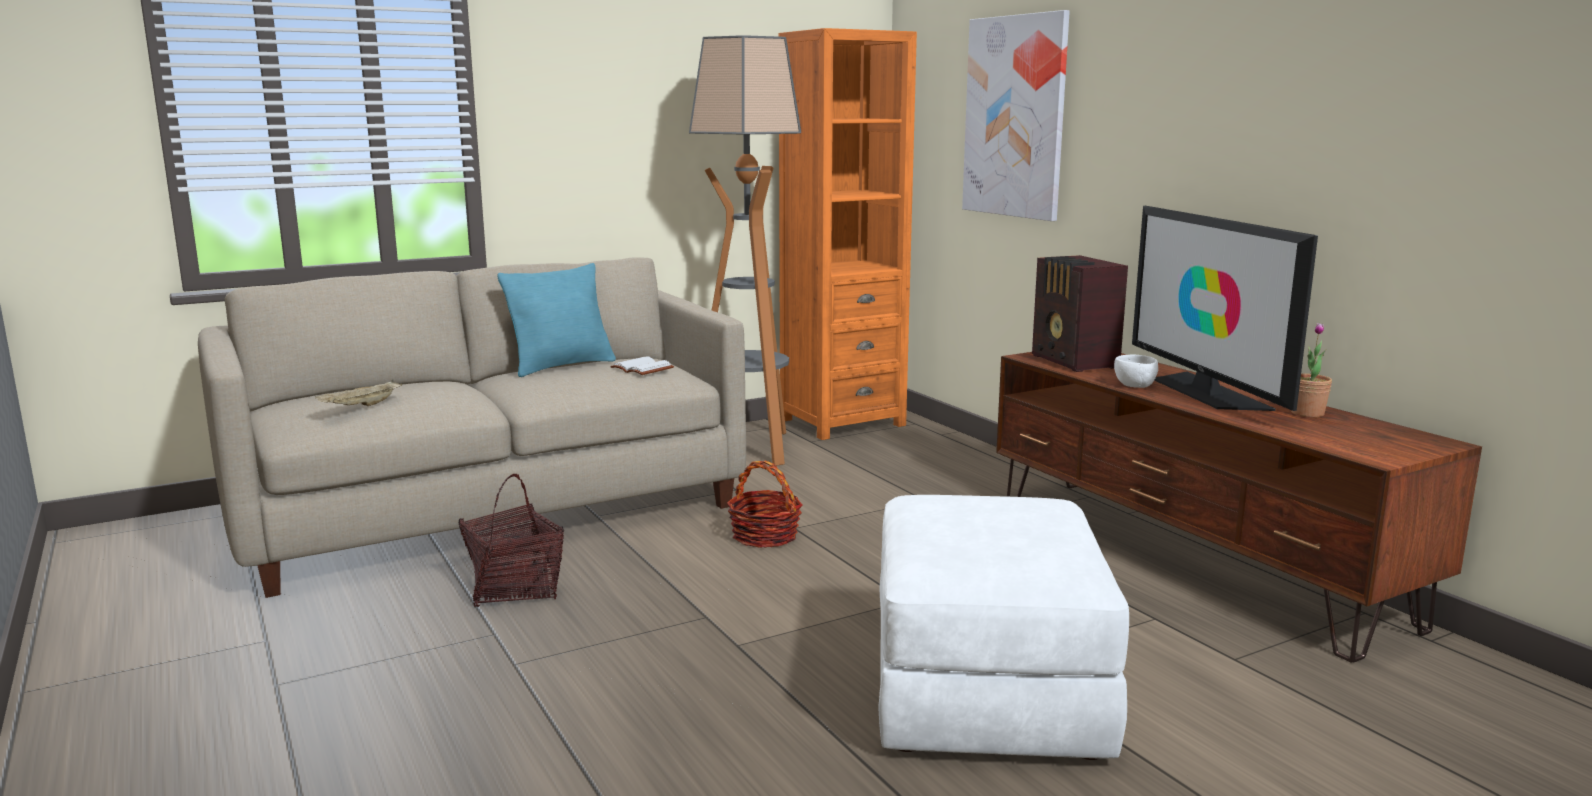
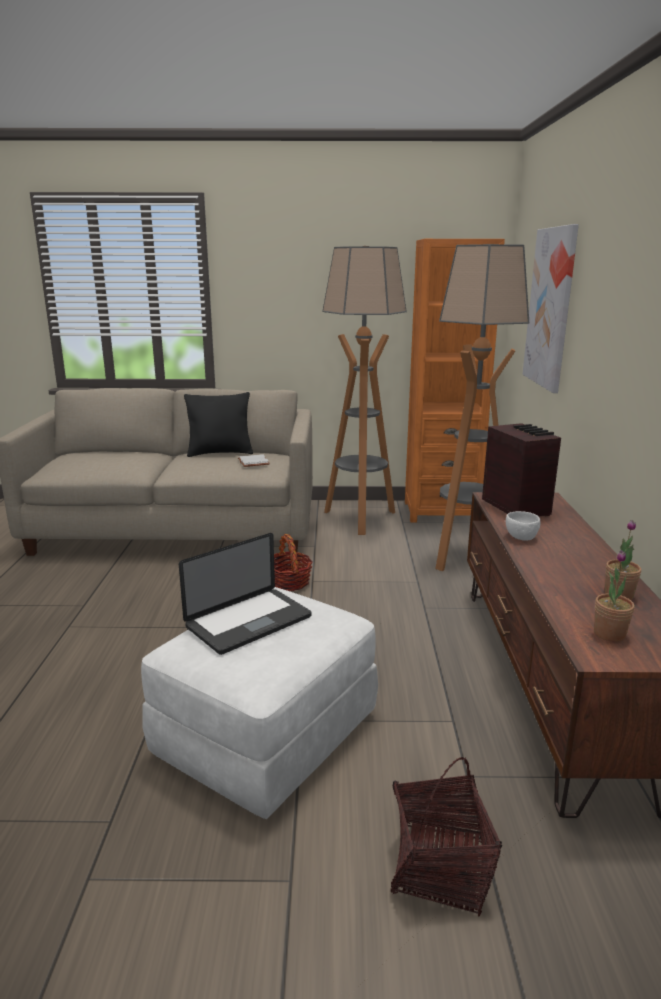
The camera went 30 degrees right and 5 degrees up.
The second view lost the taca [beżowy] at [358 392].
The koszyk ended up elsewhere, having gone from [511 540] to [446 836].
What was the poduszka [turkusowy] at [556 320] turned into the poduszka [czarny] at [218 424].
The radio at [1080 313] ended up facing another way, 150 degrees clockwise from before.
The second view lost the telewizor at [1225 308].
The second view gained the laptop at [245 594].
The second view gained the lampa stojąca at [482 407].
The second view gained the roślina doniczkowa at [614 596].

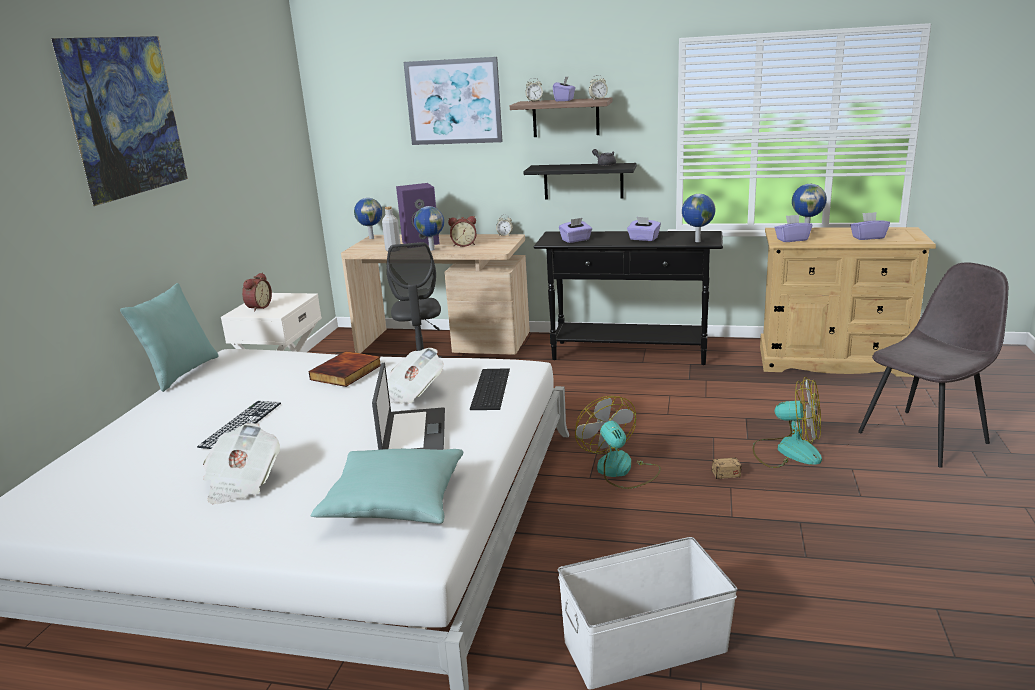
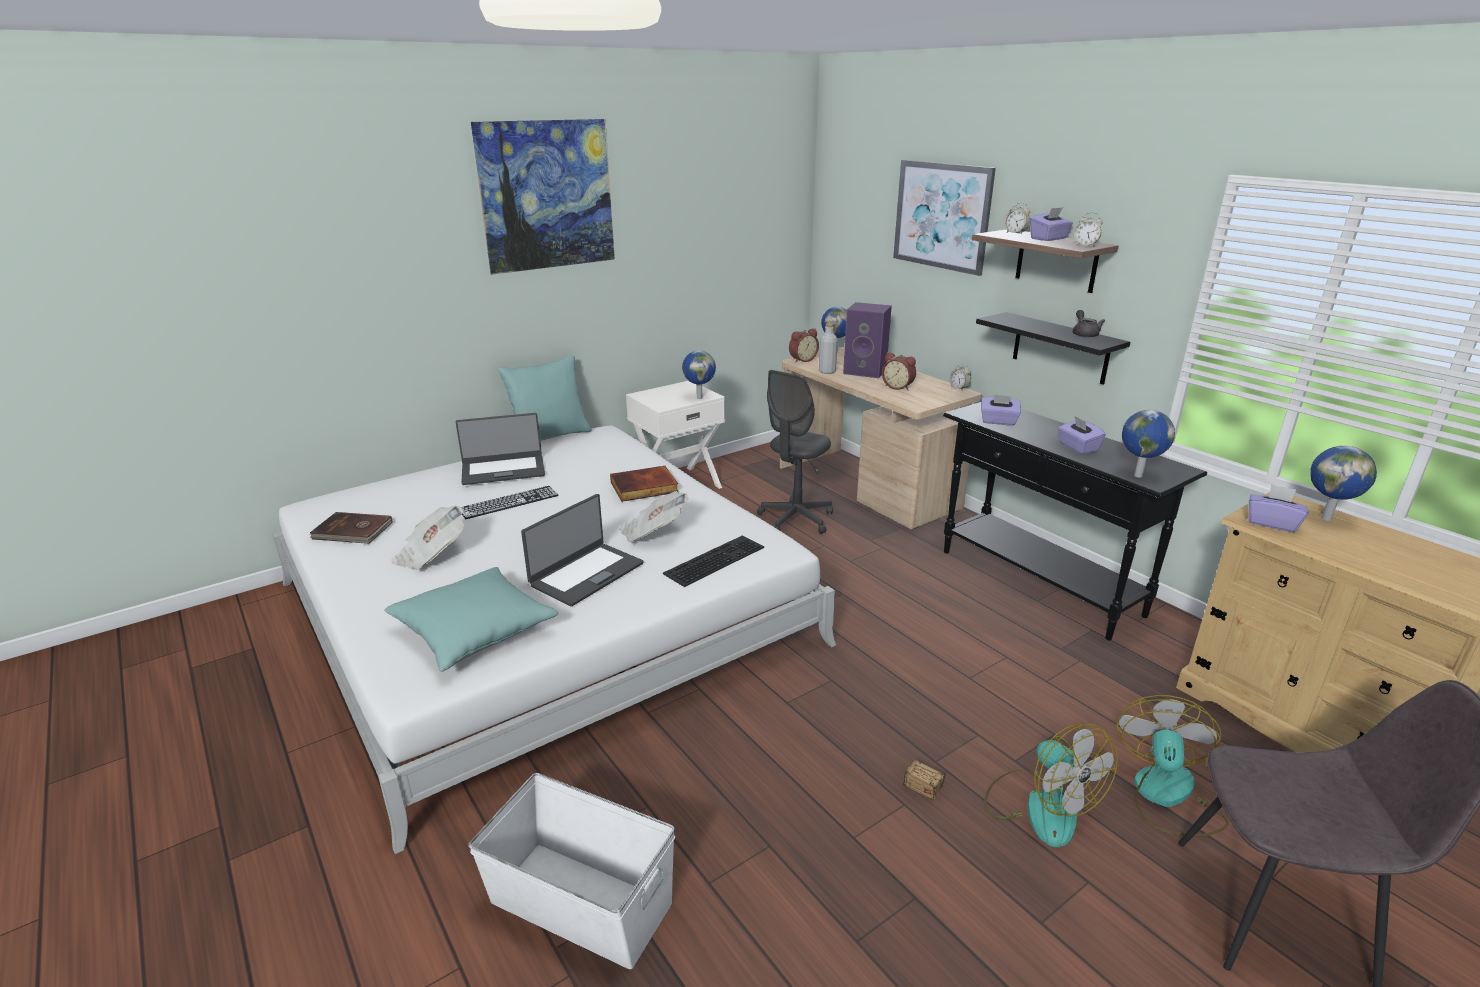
The camera went 40 degrees right and 5 degrees up.
The budzik ended up elsewhere, having gone from [257 292] to [804 345].
The globus ended up elsewhere, having gone from [429 228] to [699 374].
The wentylator ended up elsewhere, having gone from [618 442] to [1172 766].
The second view lost the pudełko chusteczek [fioletowy] at [870 226].
The second view gained the książka [brązowy] at [351 528].
The second view gained the laptop at [500 449].

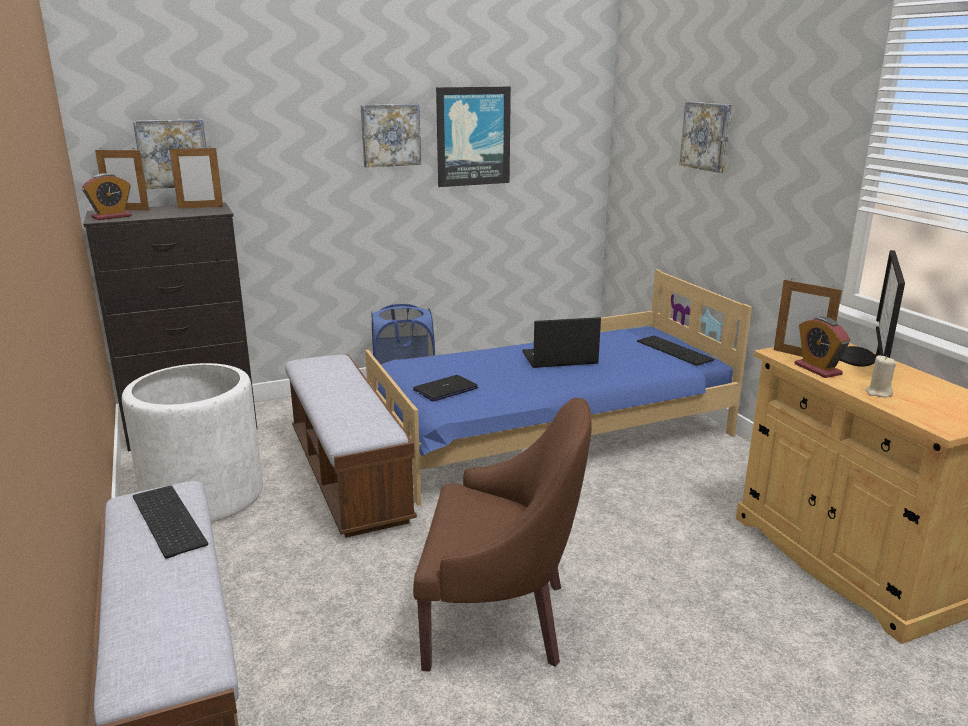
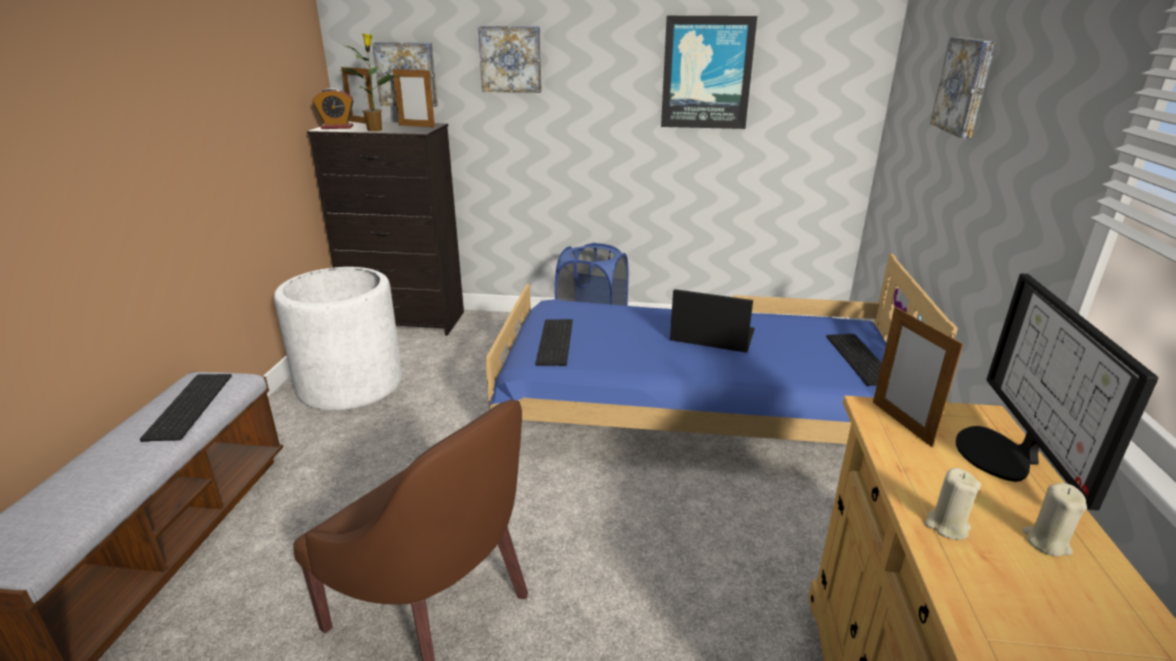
The camera went 30 degrees right and 5 degrees up.
The second view lost the ławka at [351 446].
The obraz ended up elsewhere, having gone from [390 136] to [510 59].
Where the laptop stood at [445 388], the klawiatura came to stand at [554 342].
The second view lost the budzik at [822 347].
The monitor at [872 308] ended up facing another way, 45 degrees counterclockwise from before.
The second view gained the roślina doniczkowa at [369 82].
The second view gained the świeca [beżowy] at [1055 520].

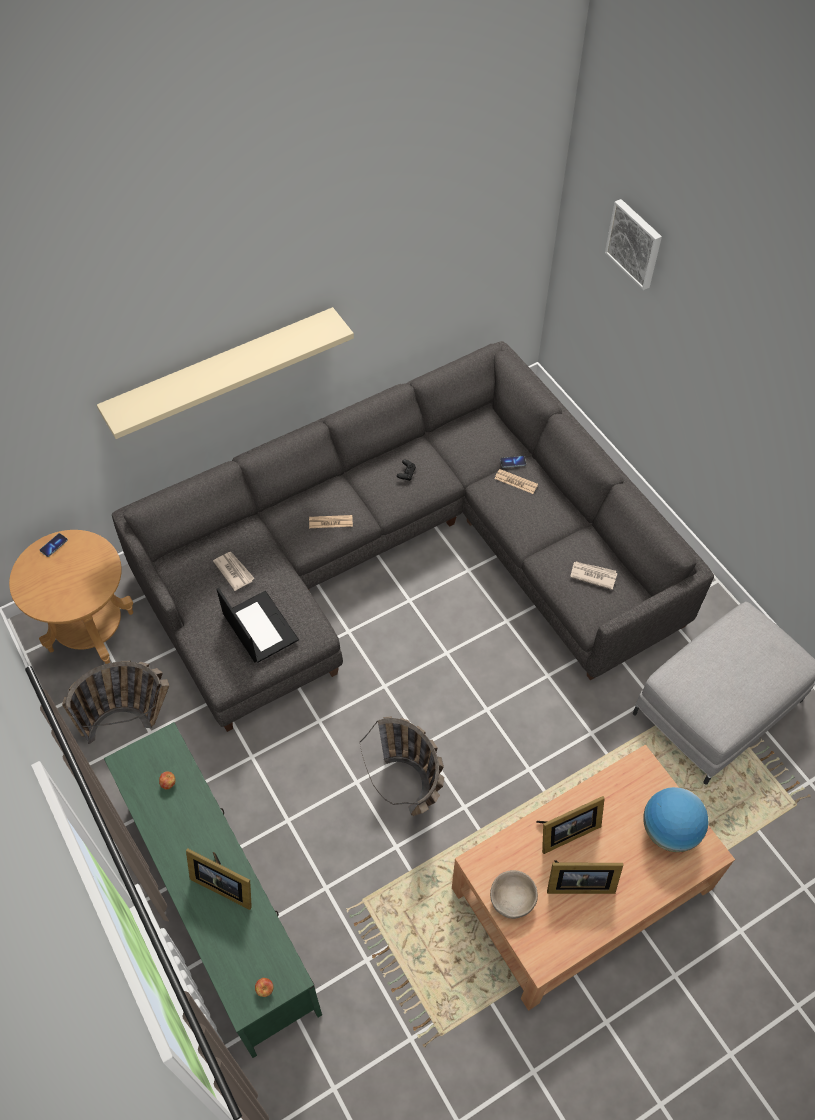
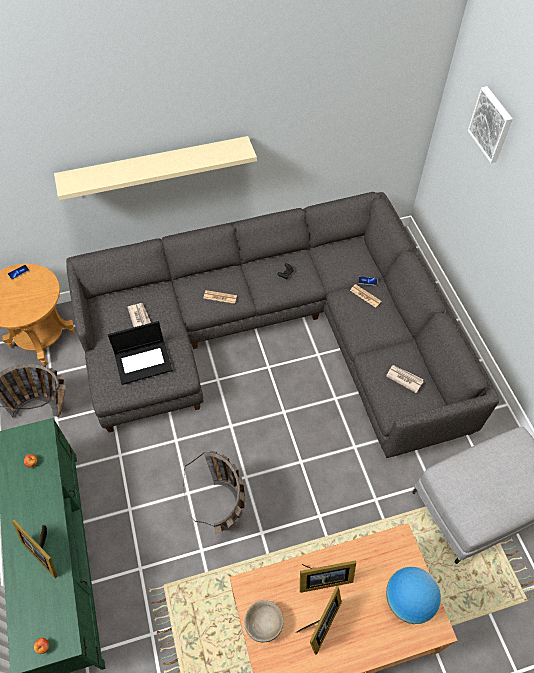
The camera went 15 degrees right and 0 degrees up.
The laptop at [258 625] ended up facing another way, 90 degrees clockwise from before.
The ramka na zdjęcie at [585 877] ended up facing another way, 75 degrees counterclockwise from before.

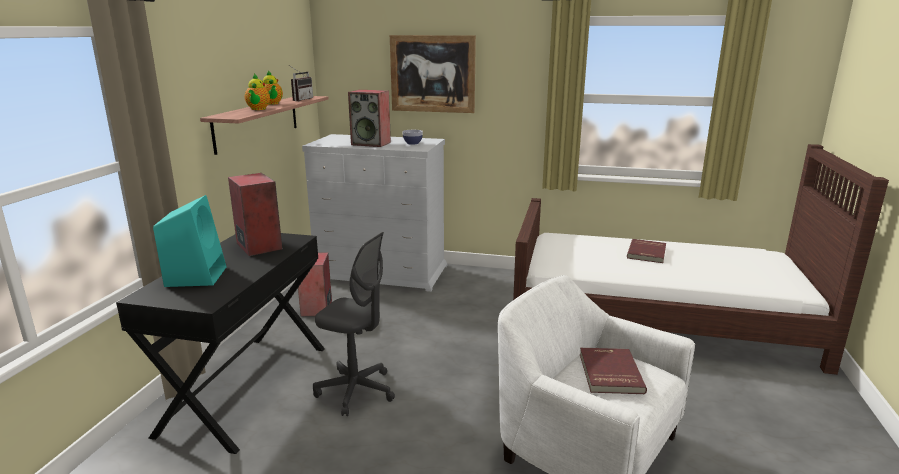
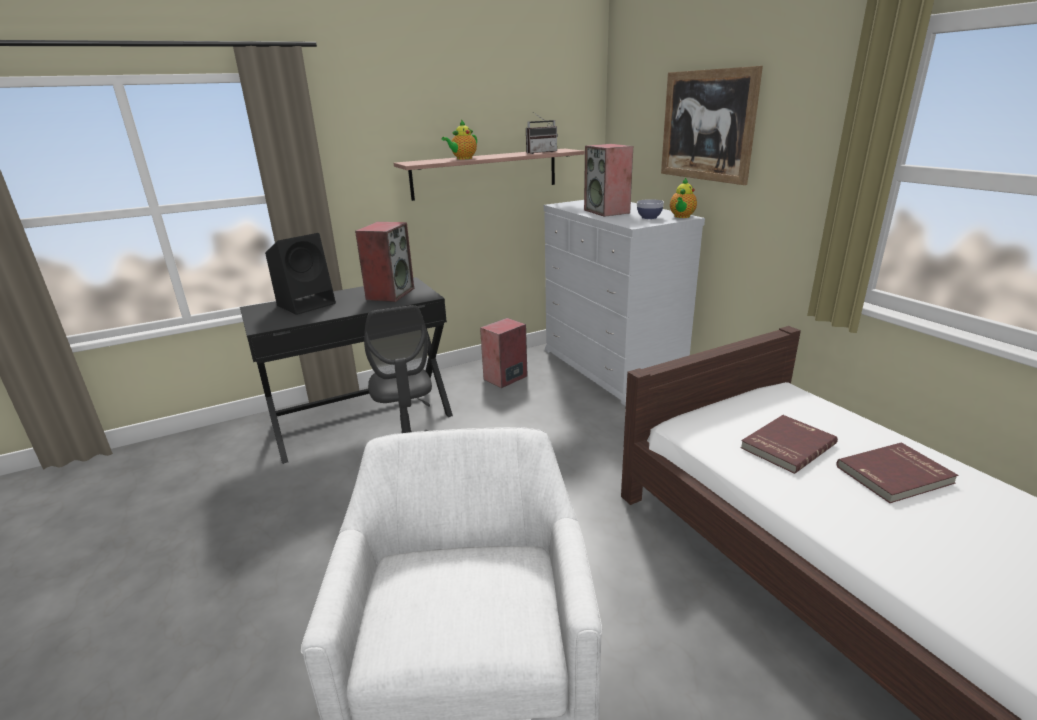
The camera went 50 degrees right and 5 degrees up.
What was the głośnik [turkusowy] at [190 241] turned into the głośnik [czarny] at [300 274].
The imbryk ended up elsewhere, having gone from [273 87] to [683 198].
The książka [czerwony] ended up elsewhere, having gone from [613 371] to [789 444].

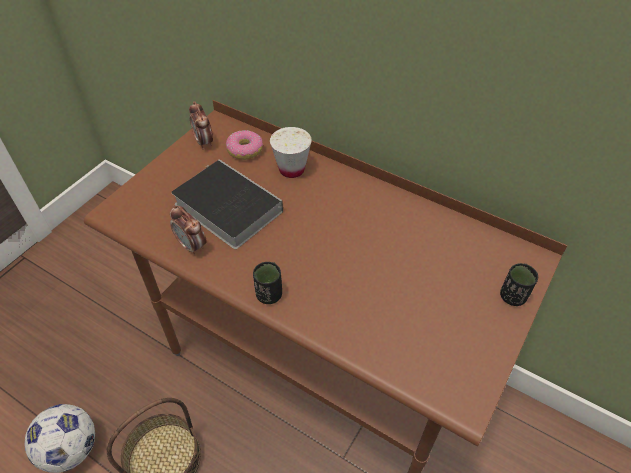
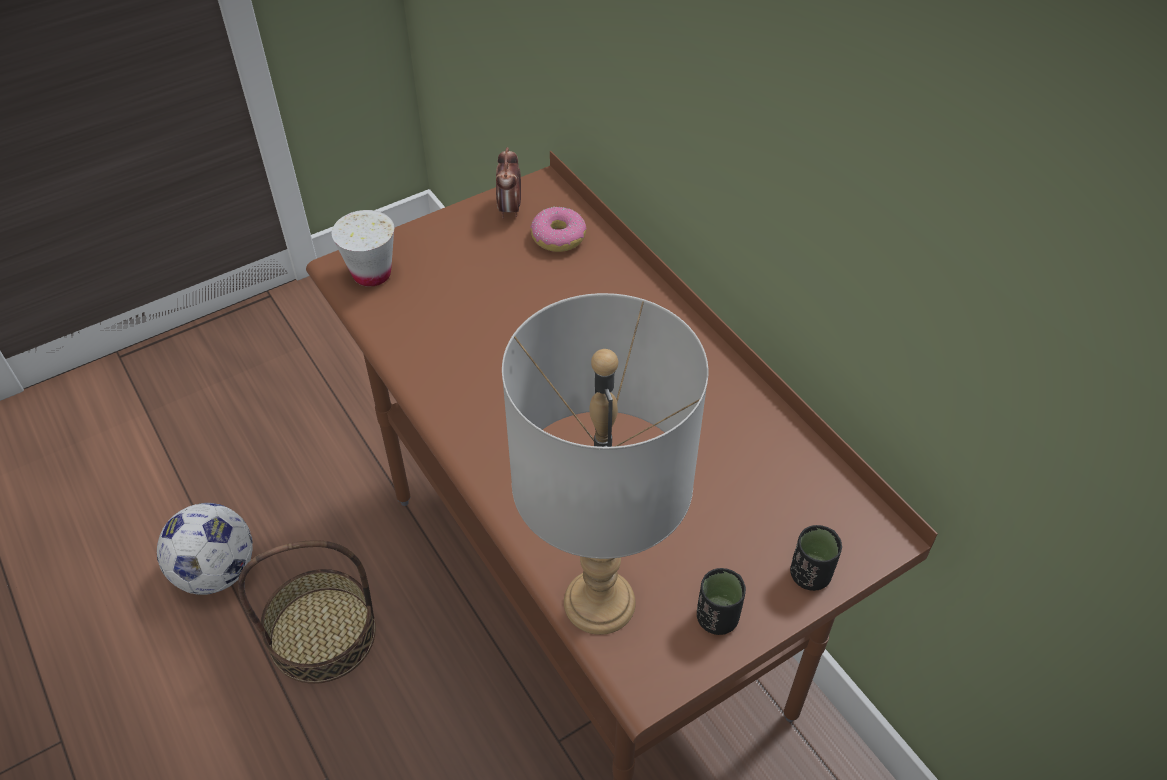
The camera went 25 degrees right and 0 degrees up.
The second view lost the budzik at [188 230].
The second view lost the książka at [227 204].
The filiżanka [czarny] ended up elsewhere, having gone from [267 283] to [721 601].
The filiżanka [biały] ended up elsewhere, having gone from [291 152] to [363 248].
The second view gained the lampa stołowa [szary] at [605 464].

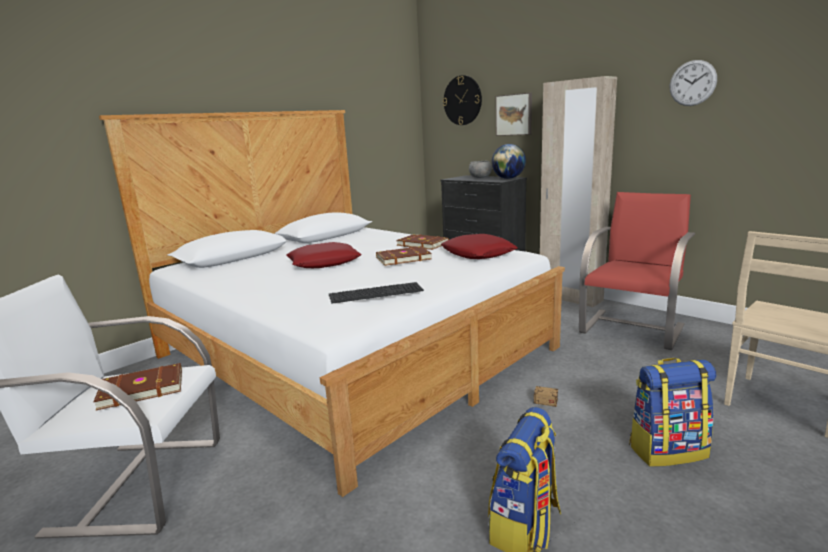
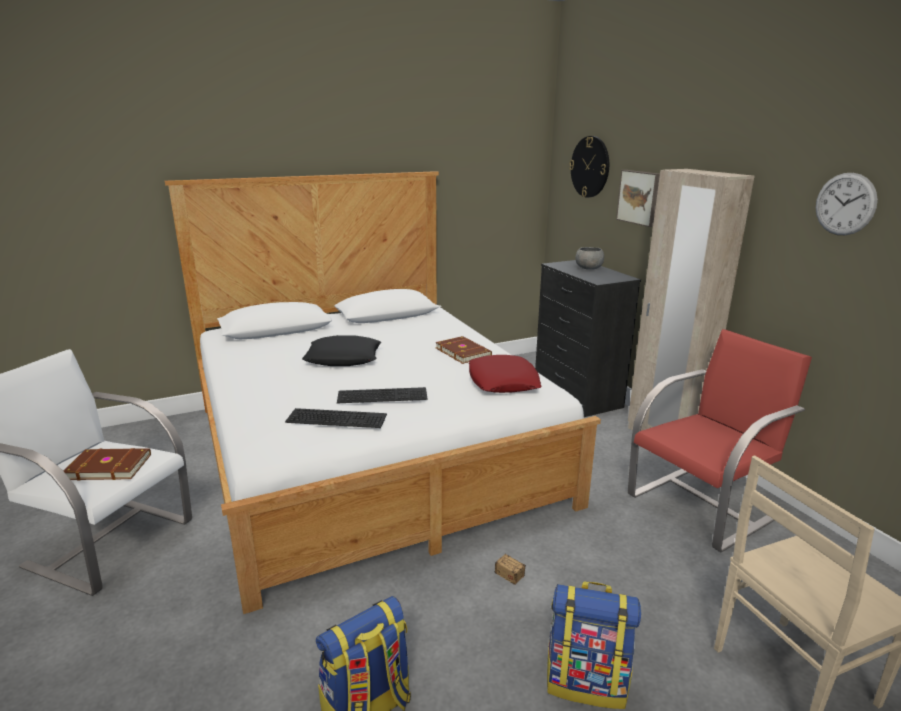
The camera went 20 degrees right and 5 degrees up.
What was the poduszka [czerwony] at [323 255] turned into the poduszka [czarny] at [341 350].
The second view lost the książka [brązowy] at [404 256].
The second view lost the globus at [508 161].
The second view gained the klawiatura at [382 395].

